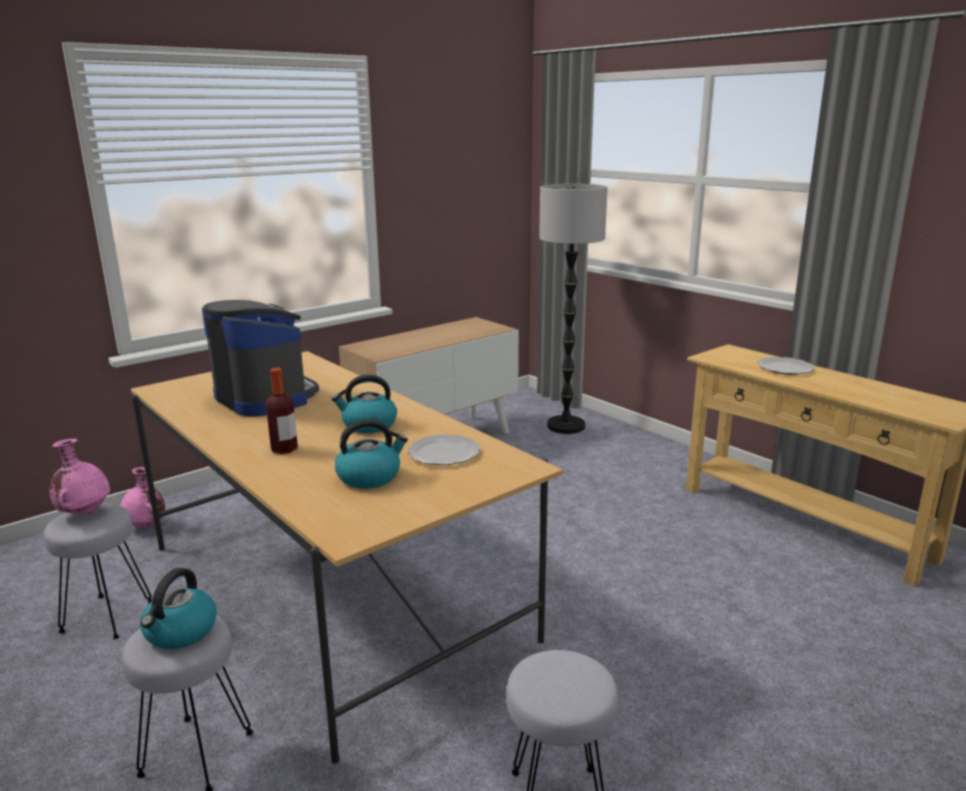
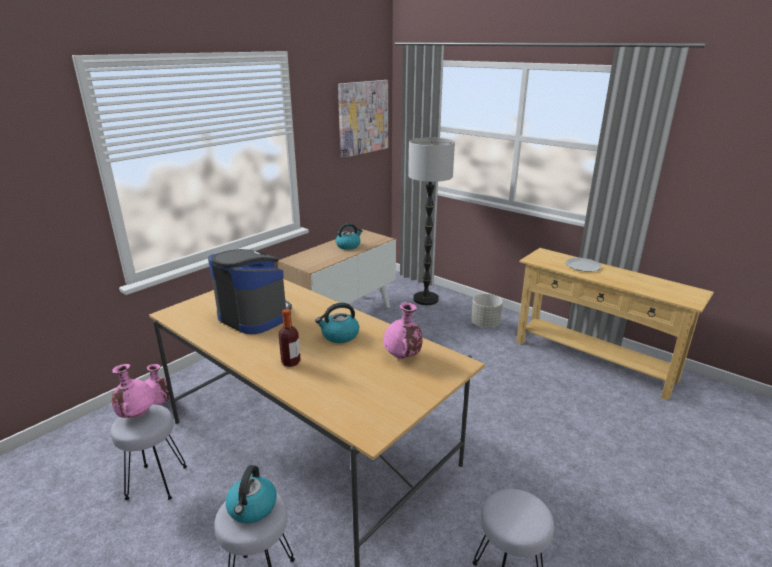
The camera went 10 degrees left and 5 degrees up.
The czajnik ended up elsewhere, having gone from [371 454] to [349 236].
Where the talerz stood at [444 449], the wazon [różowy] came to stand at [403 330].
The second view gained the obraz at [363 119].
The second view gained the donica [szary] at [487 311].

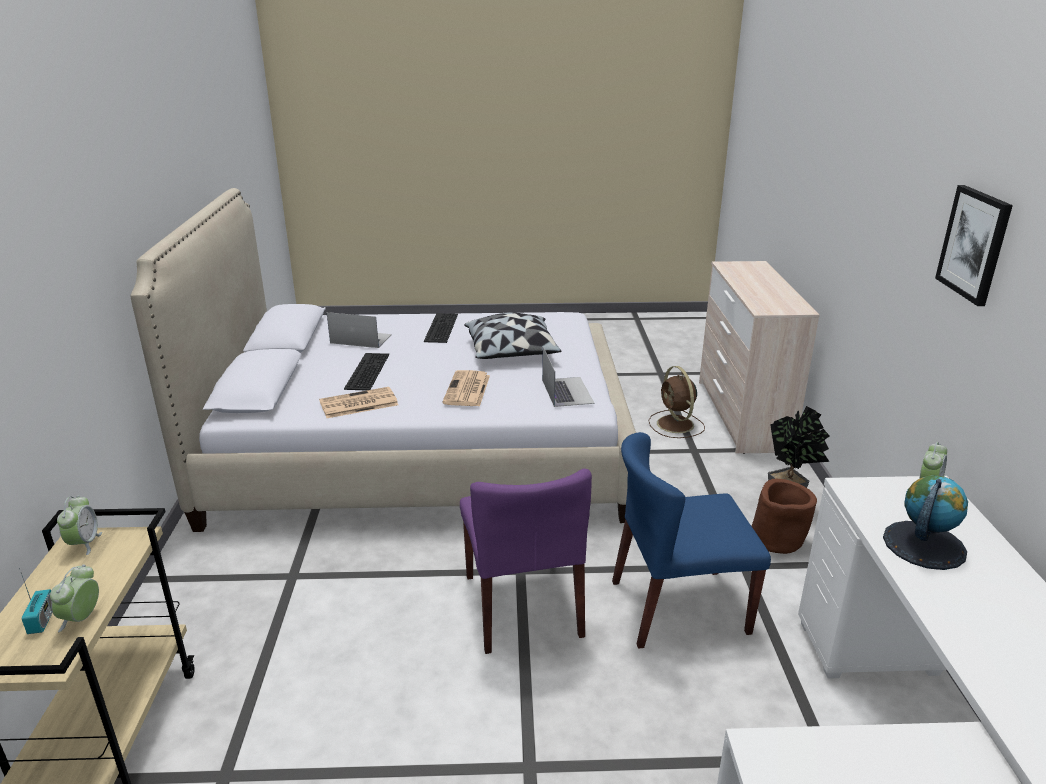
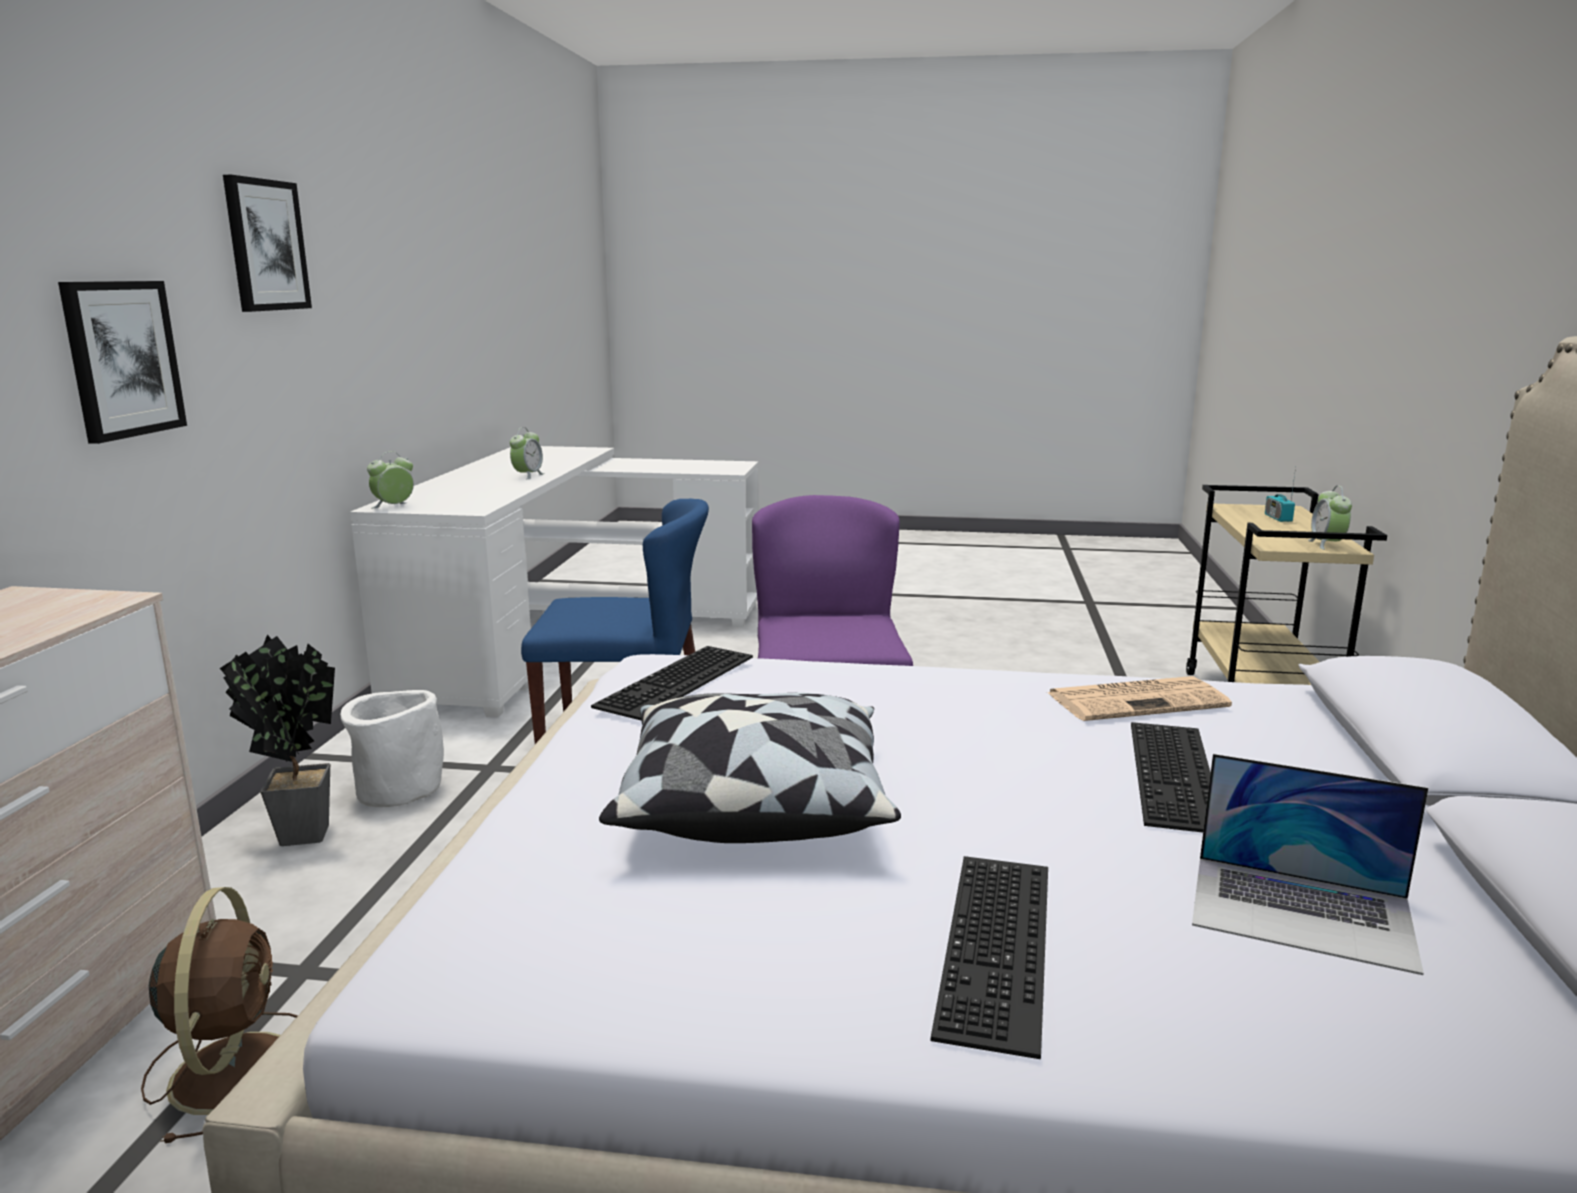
The camera went 170 degrees left and 10 degrees down.
The budzik ended up elsewhere, having gone from [74 598] to [527 453].
The second view lost the gazeta at [466 388].
Where the laptop stood at [568 377], the klawiatura came to stand at [672 683].
What was the donica [brązowy] at [784 516] turned into the donica [biały] at [392 748].
The second view lost the globus at [925 522].
The second view gained the obraz at [122 362].

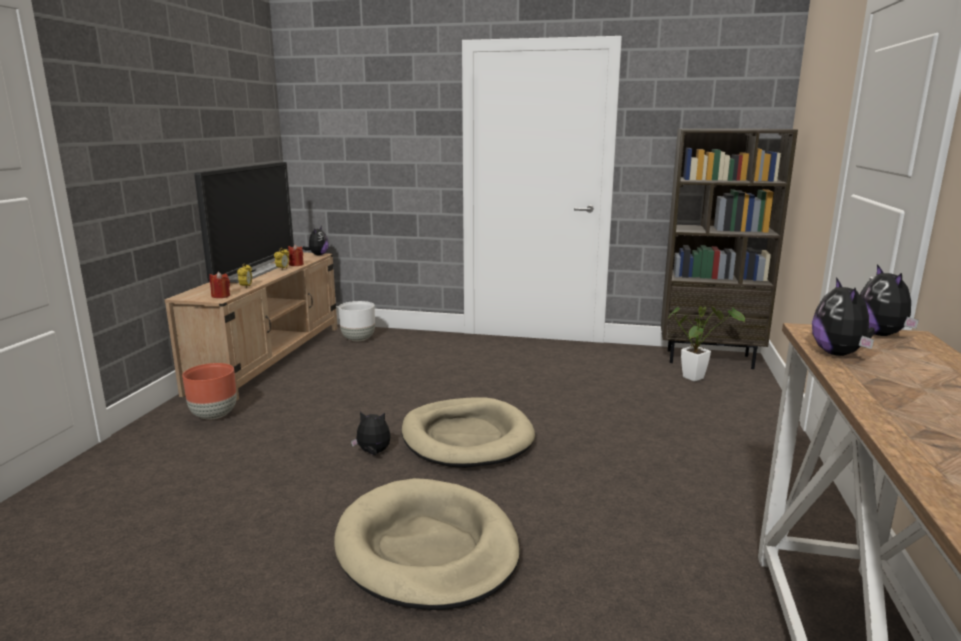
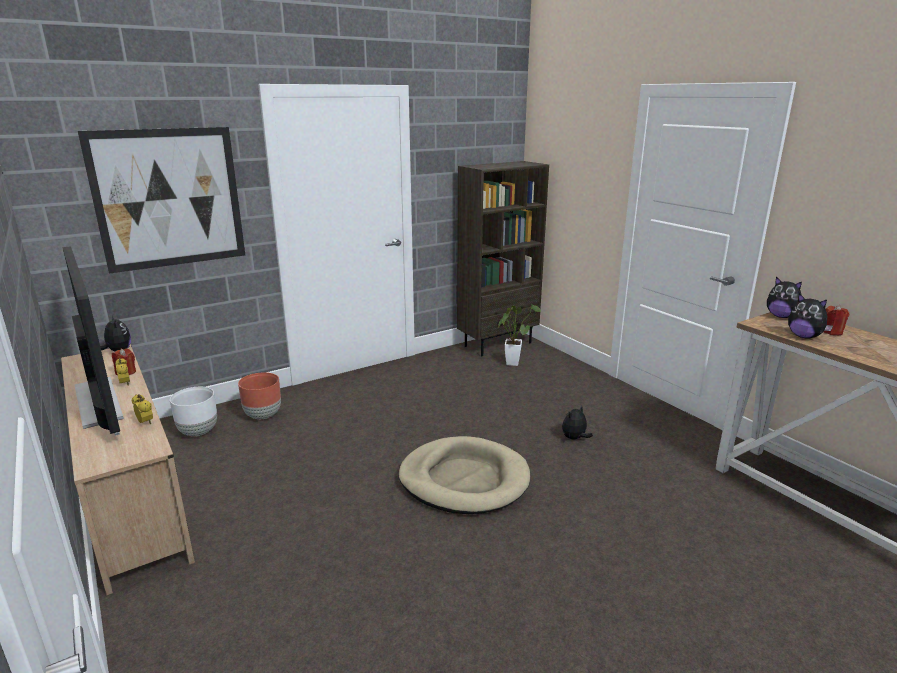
The camera went 45 degrees left and 5 degrees up.
The donica [brązowy] ended up elsewhere, having gone from [209 391] to [259 395].
The świeca [czerwony] ended up elsewhere, having gone from [219 285] to [836 320].
The second view lost the legowisko [beżowy] at [427 544].
The pluszak ended up elsewhere, having gone from [371 433] to [577 423].
The second view gained the obraz at [161 200].

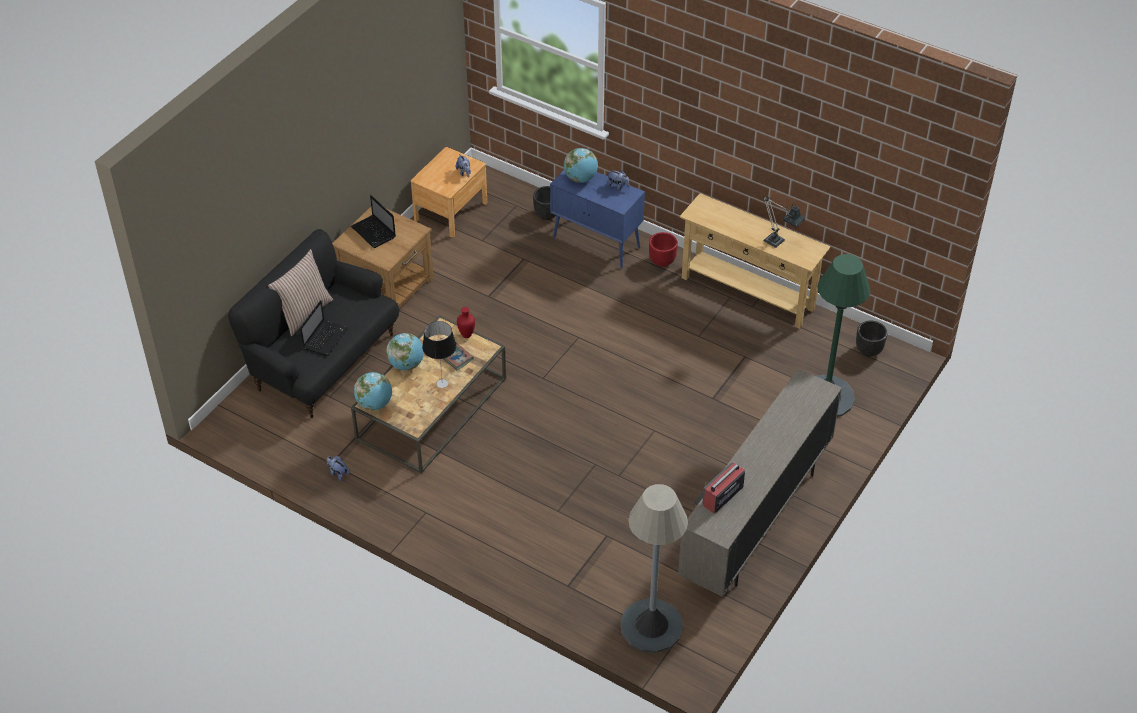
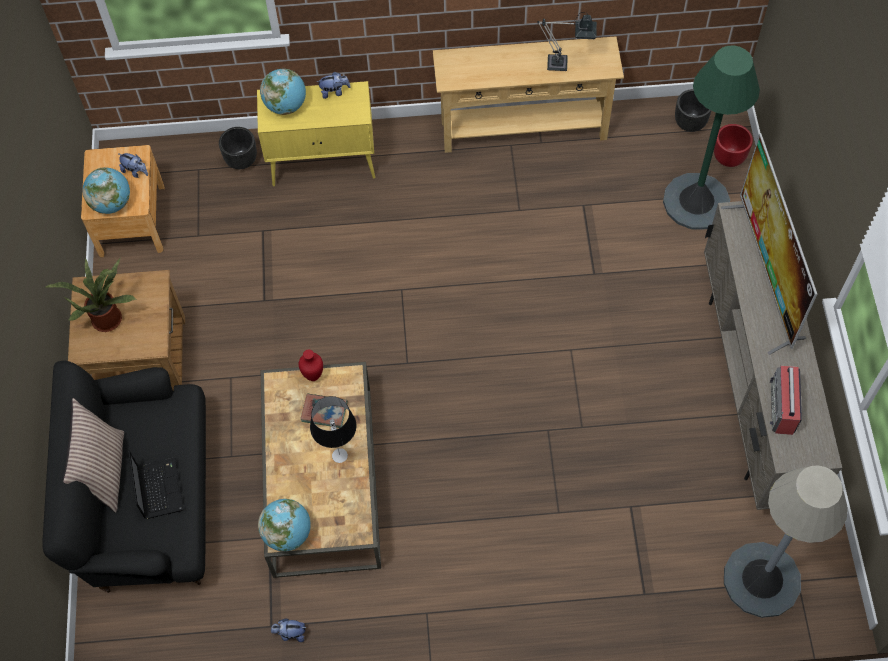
The camera went 35 degrees left and 15 degrees up.
Where the laptop stood at [373 221], the roślina doniczkowa came to stand at [91 294].
The globus ended up elsewhere, having gone from [405 351] to [106 190].
What was the szafka [niebieski] at [597 219] turned into the szafka [żółty] at [316 133].
The donica [czerwony] ended up elsewhere, having gone from [663 249] to [733 145].
The second view gained the telewizor at [769 244].

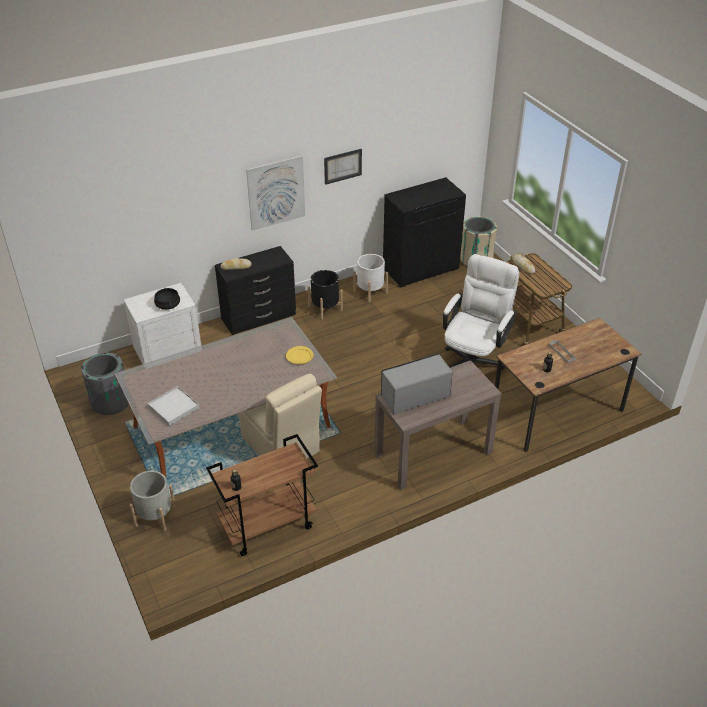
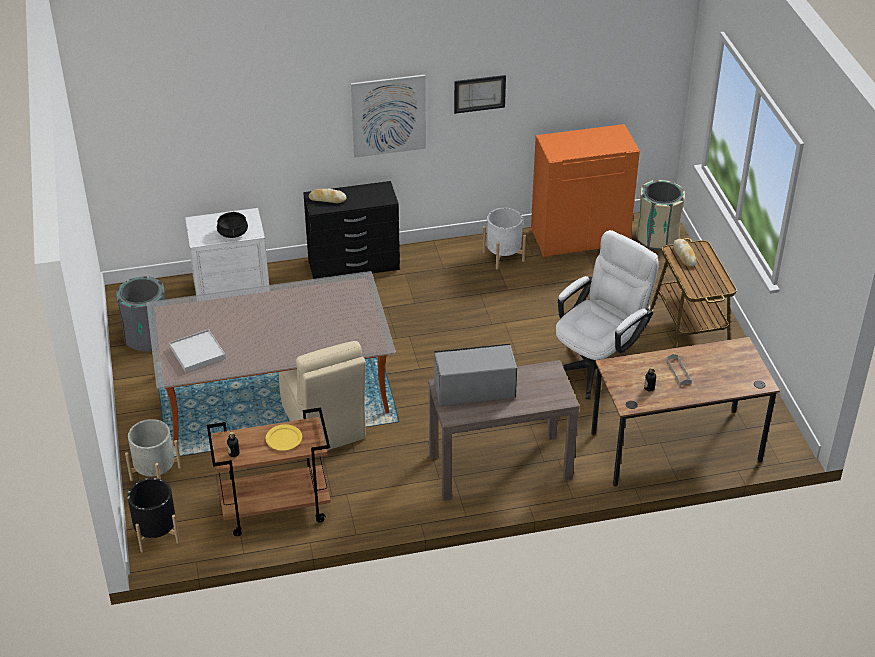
The camera went 15 degrees right and 0 degrees up.
The talerz [żółty] ended up elsewhere, having gone from [299 355] to [284 437].
The donica [czarny] ended up elsewhere, having gone from [325 294] to [153 515].
What was the szafka [czarny] at [424 232] turned into the szafka [pomarańczowy] at [585 190].

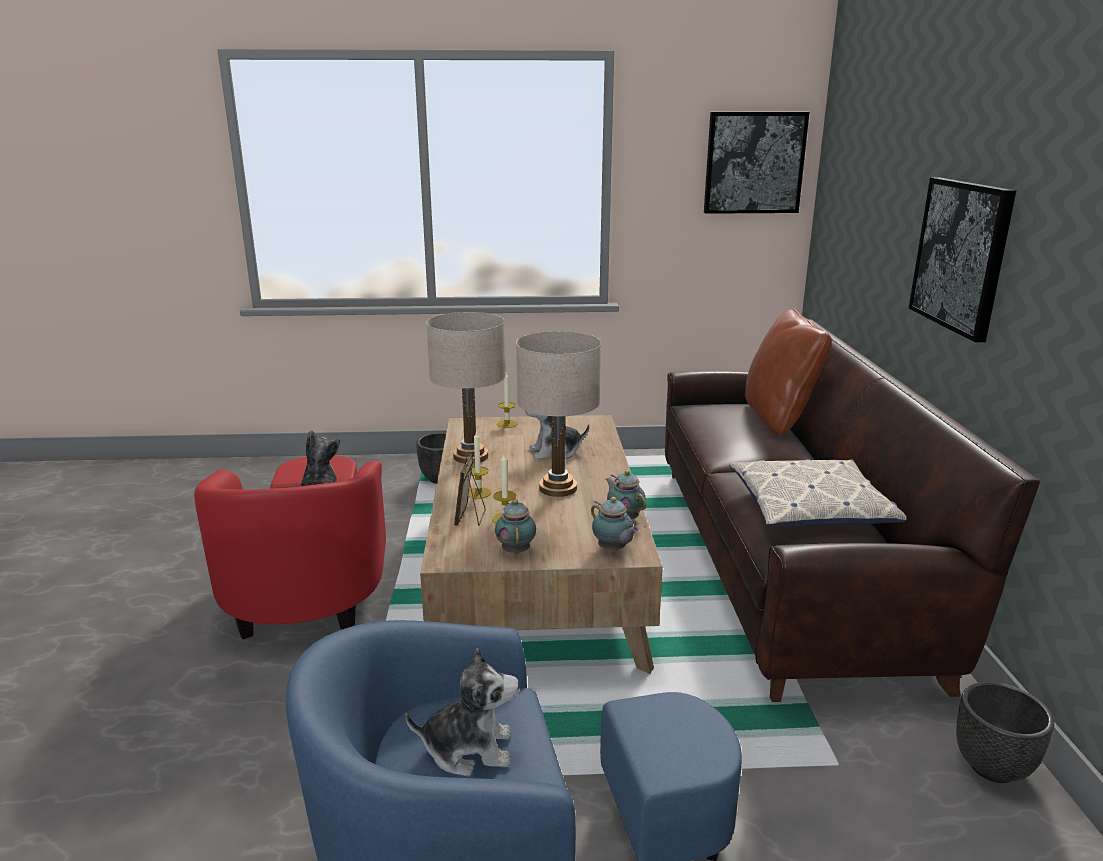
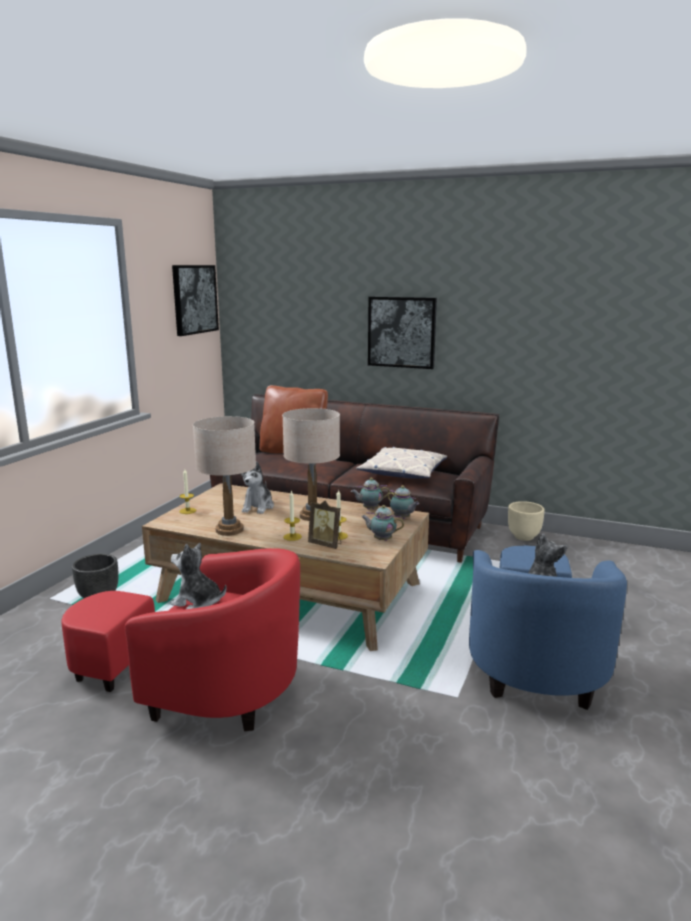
The camera went 65 degrees left and 5 degrees down.
The imbryk at [615 524] ended up facing another way, 60 degrees clockwise from before.
What was the donica [czarny] at [1005 732] turned into the donica [beżowy] at [526 521].

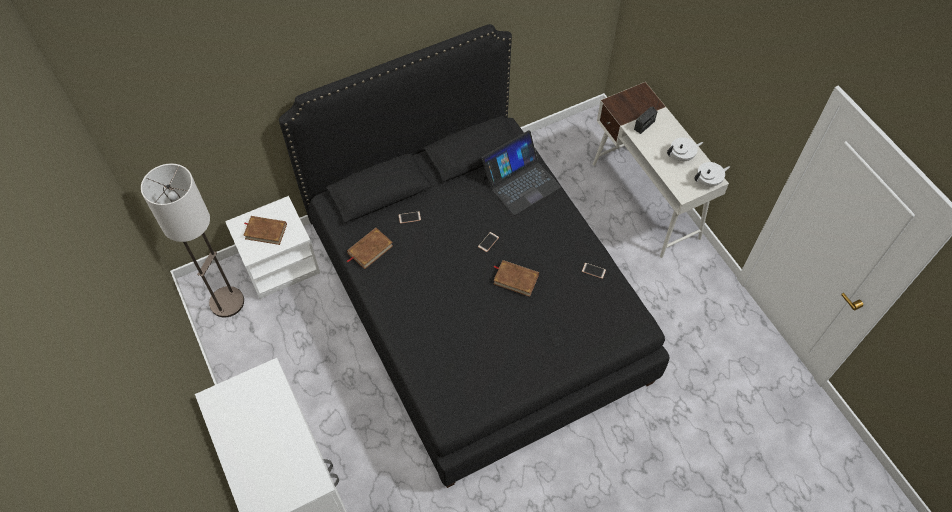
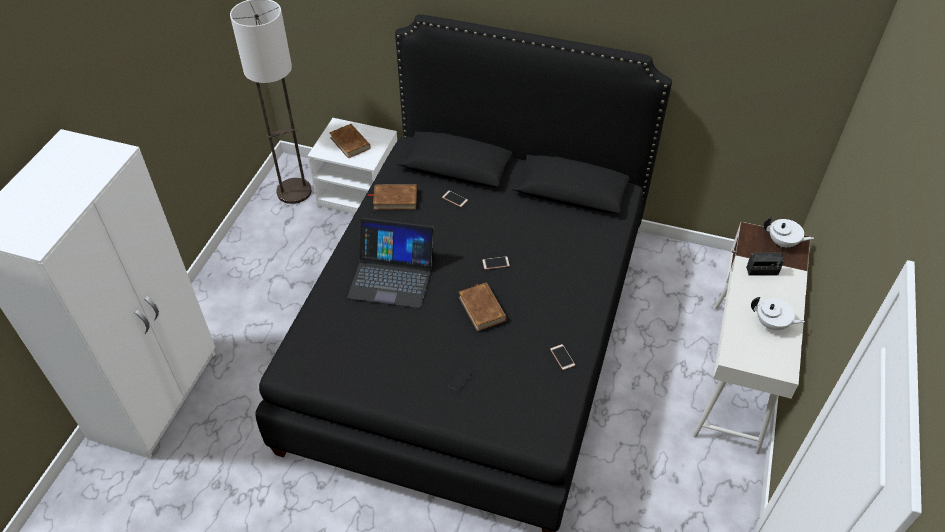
The camera went 45 degrees right and 10 degrees down.
The laptop ended up elsewhere, having gone from [521 172] to [391 263].
The imbryk [biały] ended up elsewhere, having gone from [712 174] to [789 233].

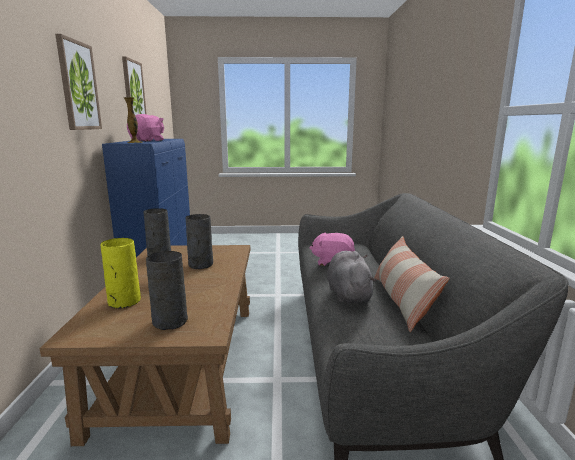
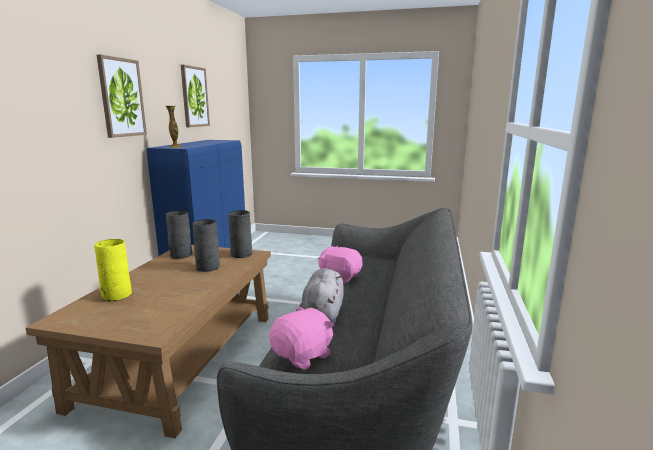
The camera went 15 degrees right and 0 degrees up.
The pluszak [różowy] ended up elsewhere, having gone from [145 127] to [301 338].
The wazon [szary] ended up elsewhere, having gone from [167 290] to [240 234].
The second view lost the poduszka at [412 284].

